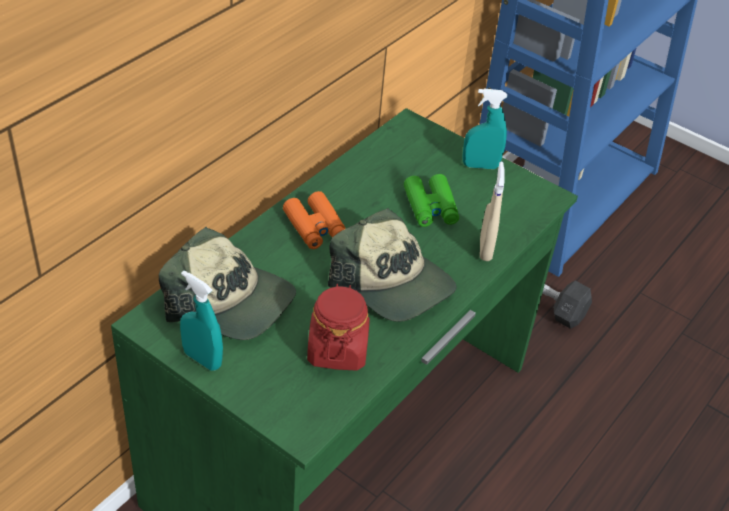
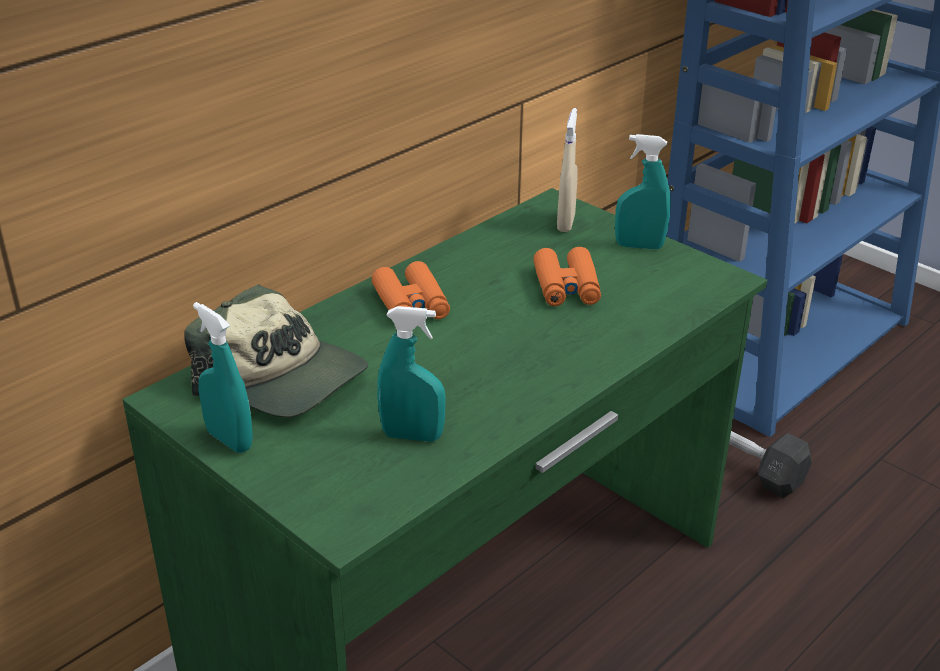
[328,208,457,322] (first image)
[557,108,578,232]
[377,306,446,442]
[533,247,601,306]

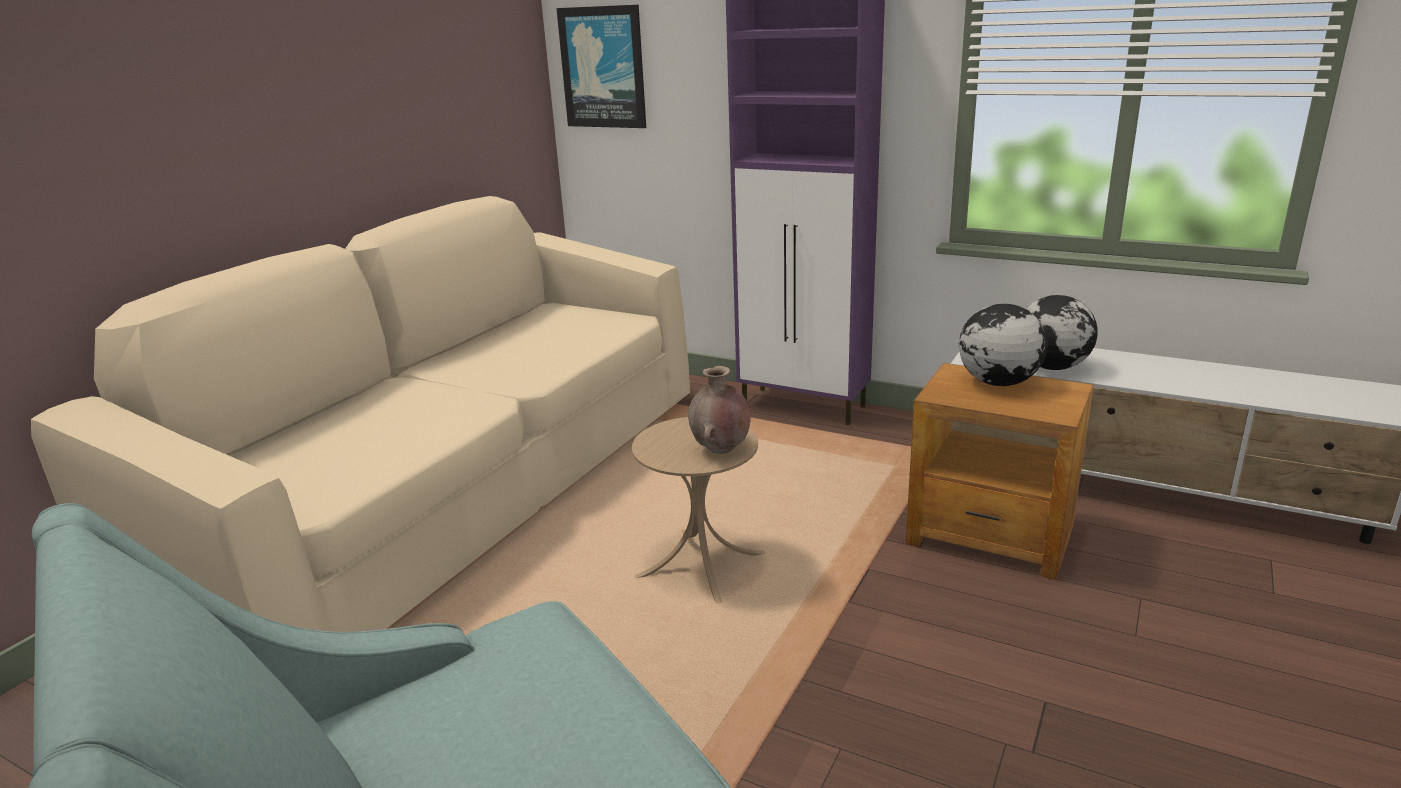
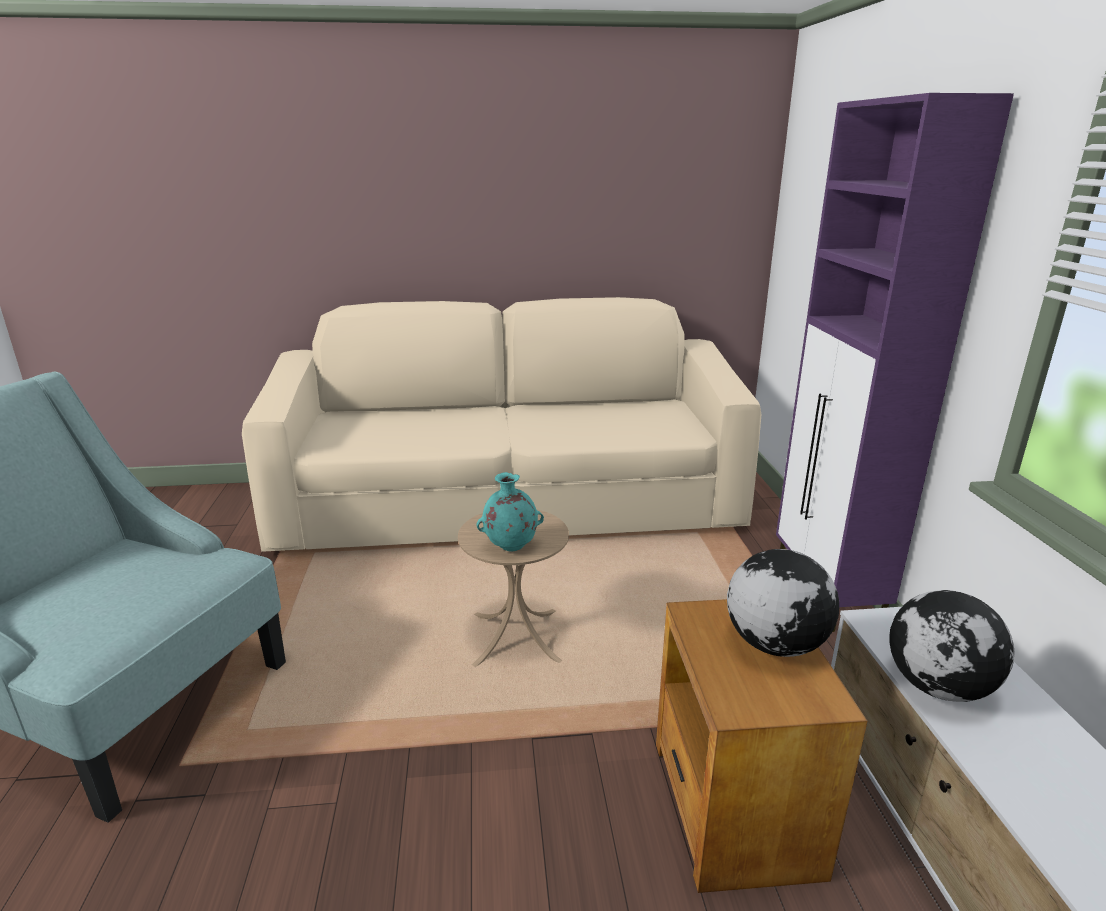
[556,5,646,128] (first image)
[476,472,544,552]

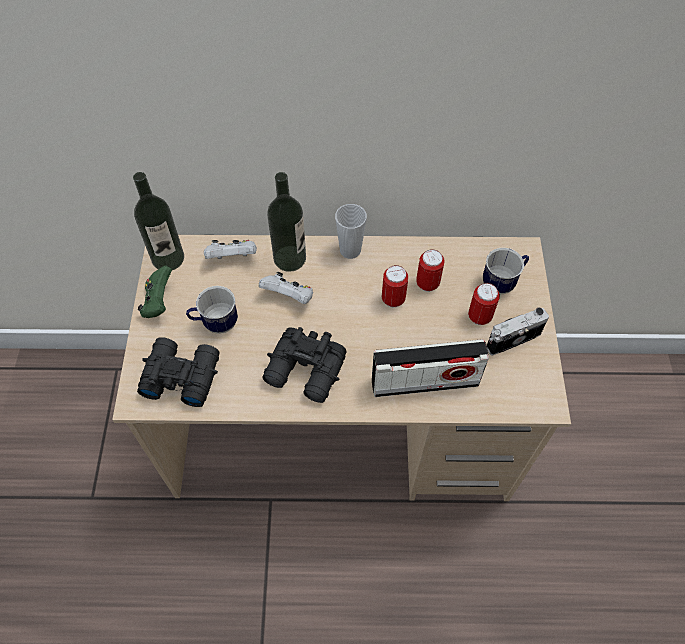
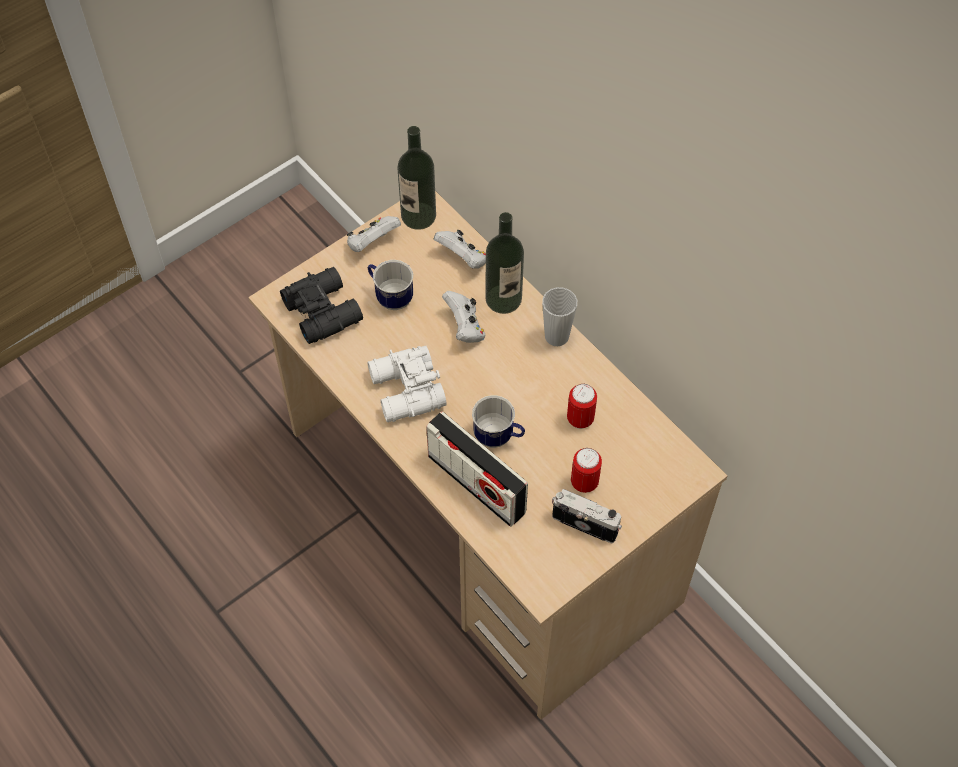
[382,265,408,307] (first image)
[472,395,525,448]
[347,216,401,252]
[368,346,447,422]

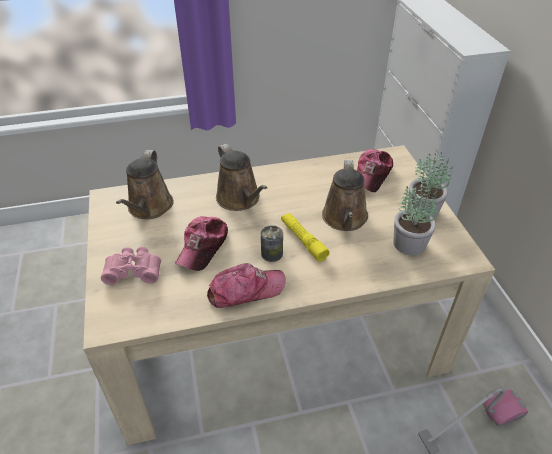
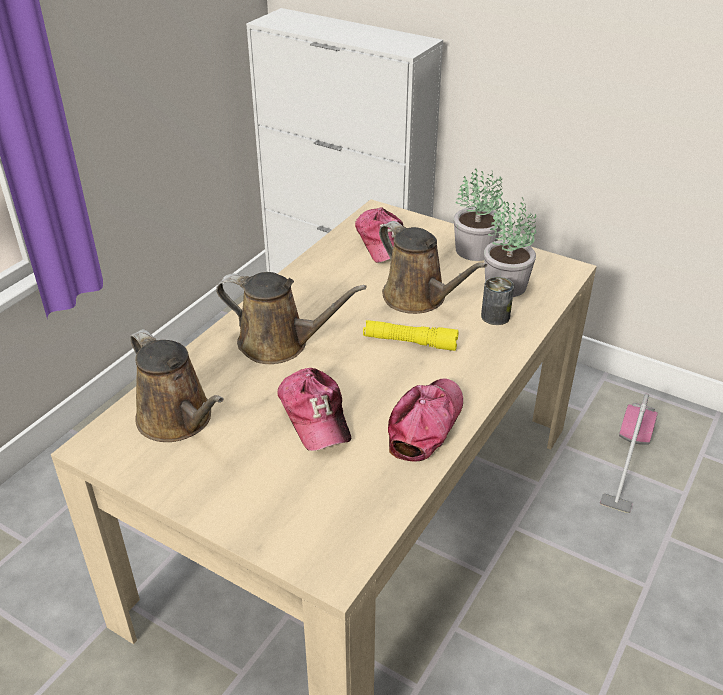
[101,247,161,285] (first image)
[481,277,514,325]

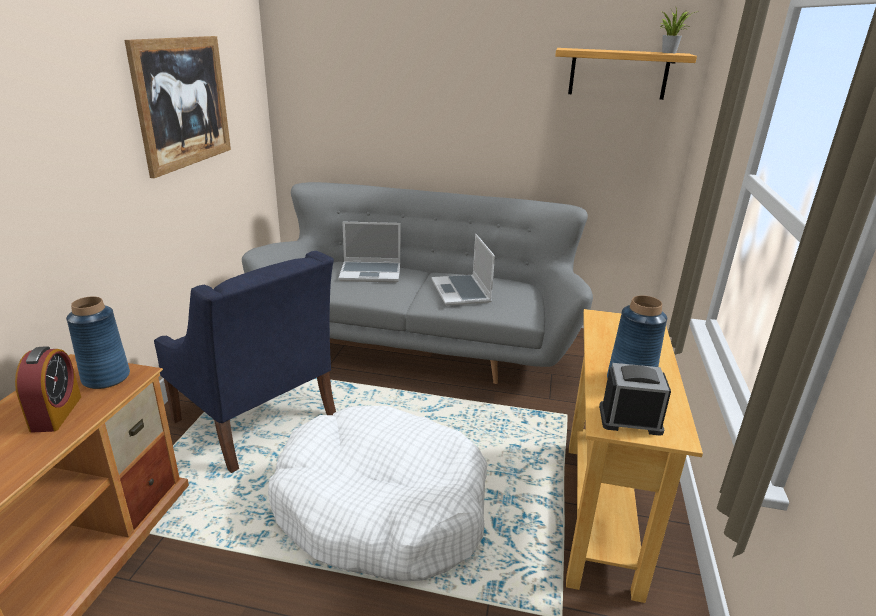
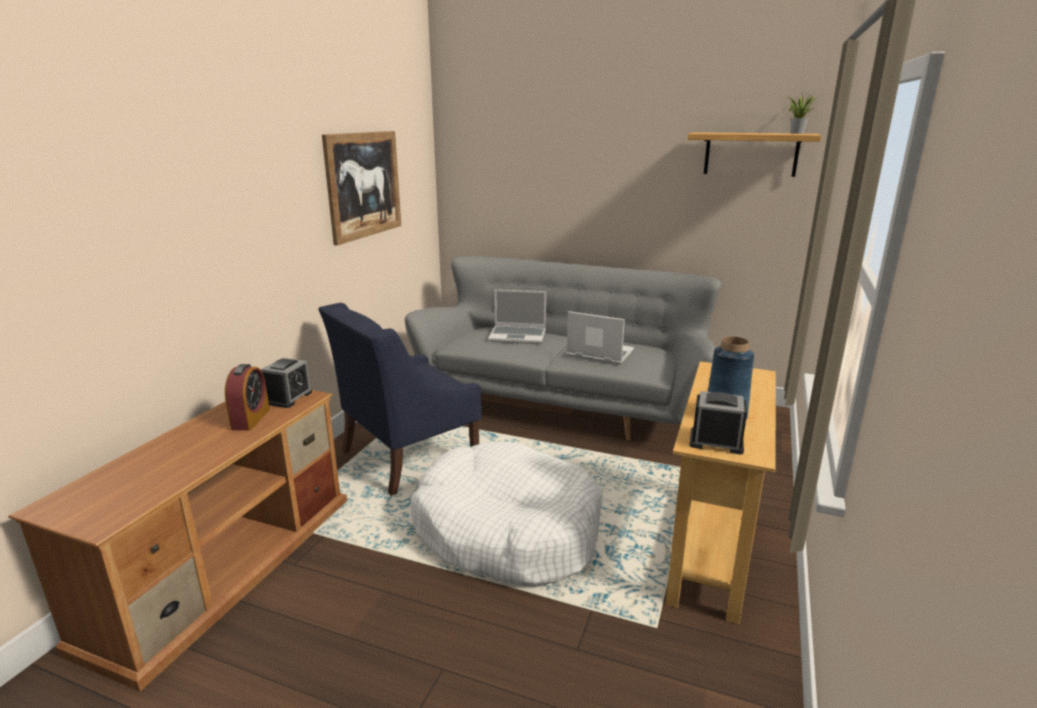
[261,358,312,408]
[318,303,482,496]
[566,311,634,365]

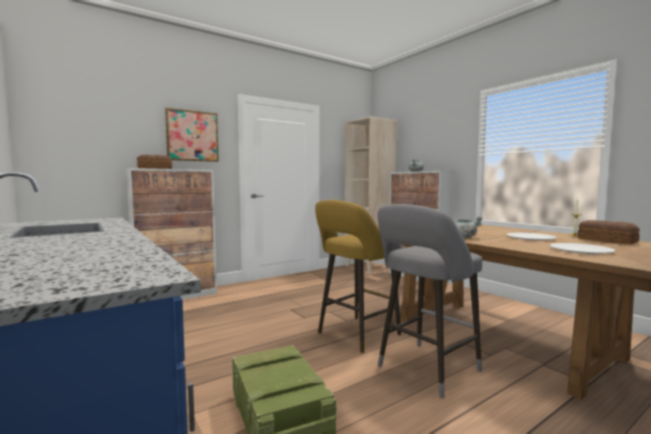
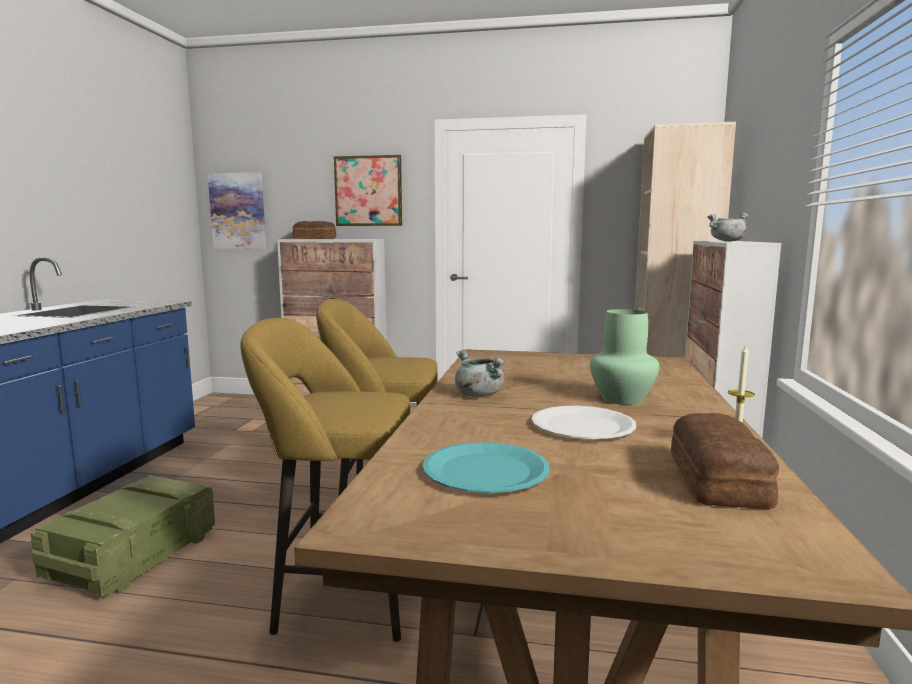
[208,172,266,249]
[590,309,659,405]
[241,318,410,642]
[423,442,549,493]

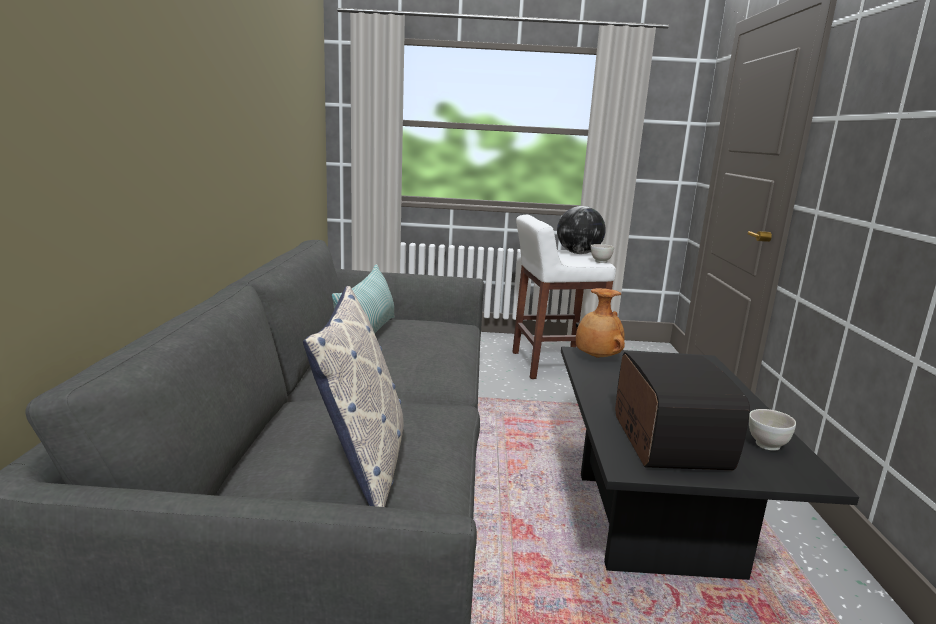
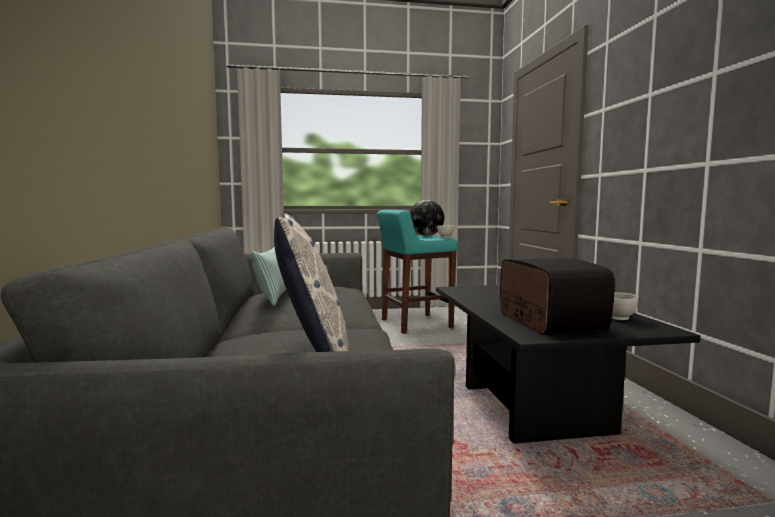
[576,288,625,358] (first image)
[377,210,458,334]

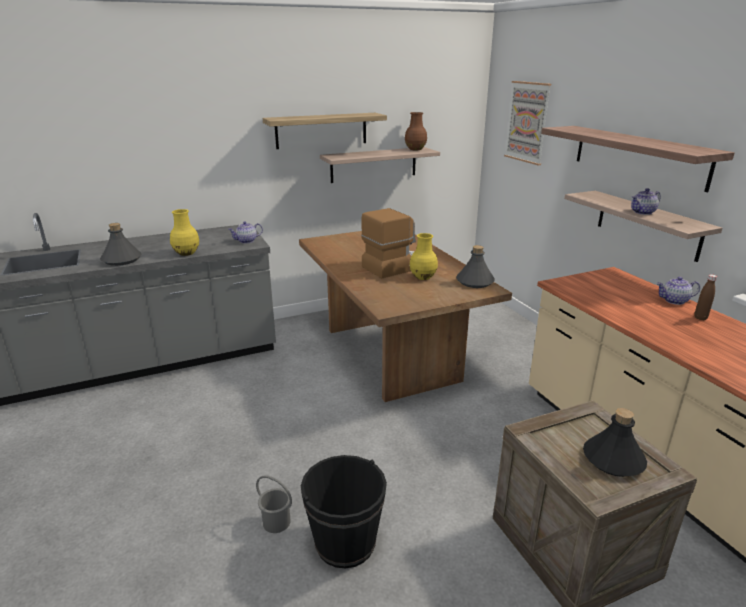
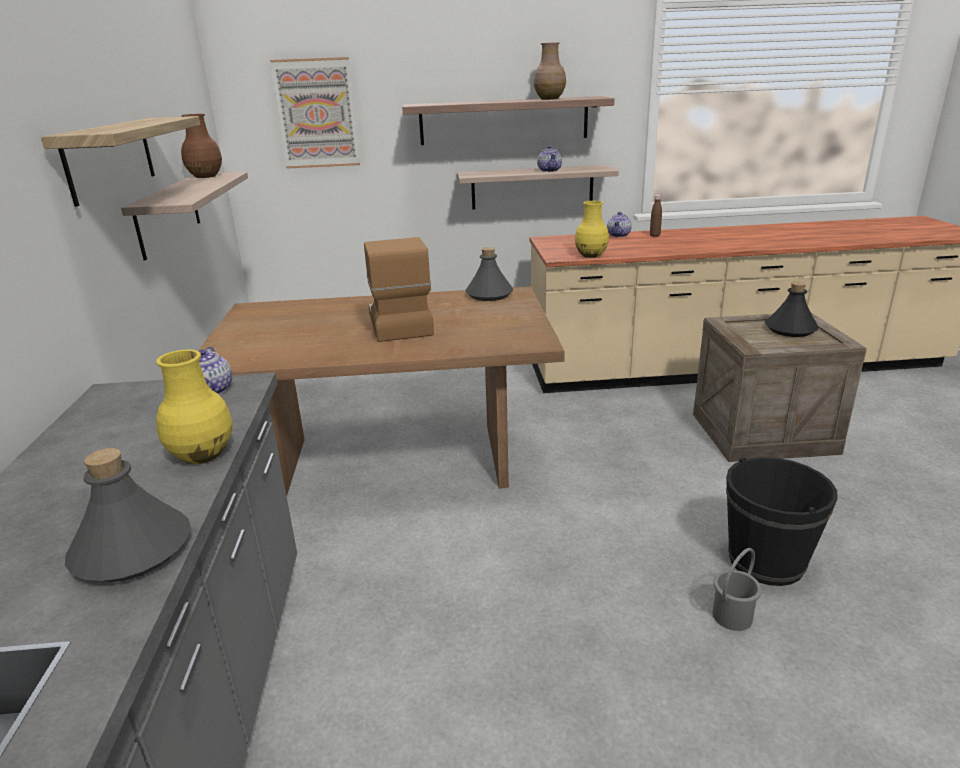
[534,42,566,100]
[575,201,609,258]

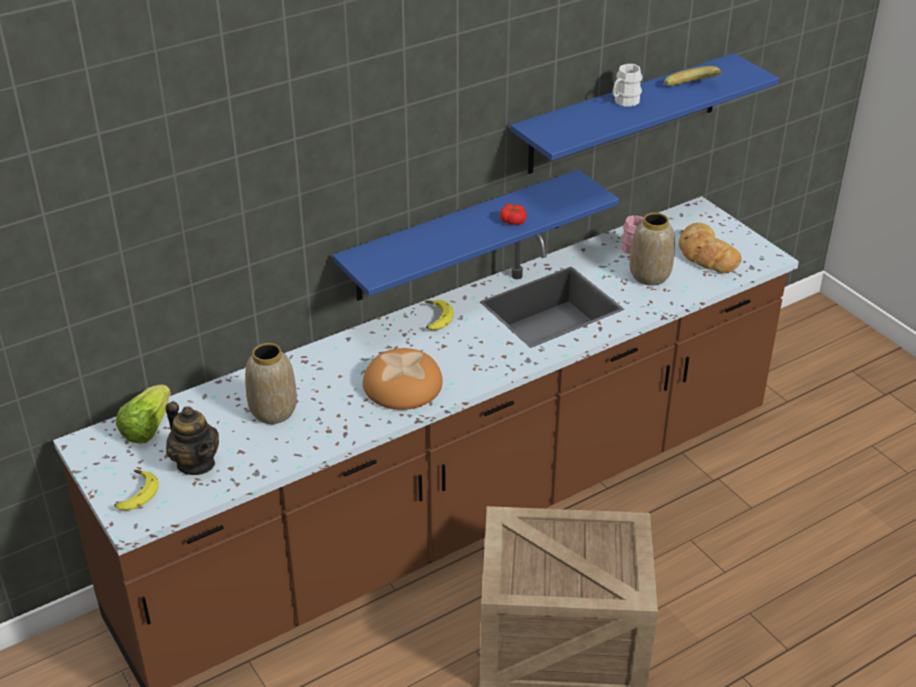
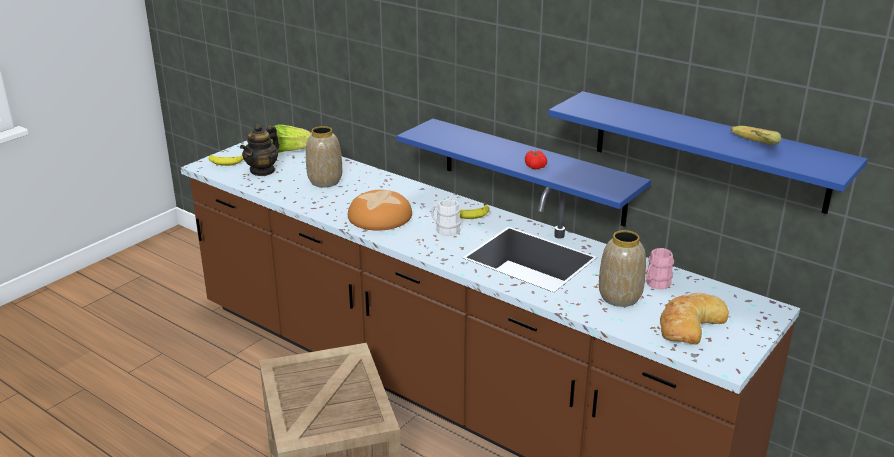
[431,199,461,236]

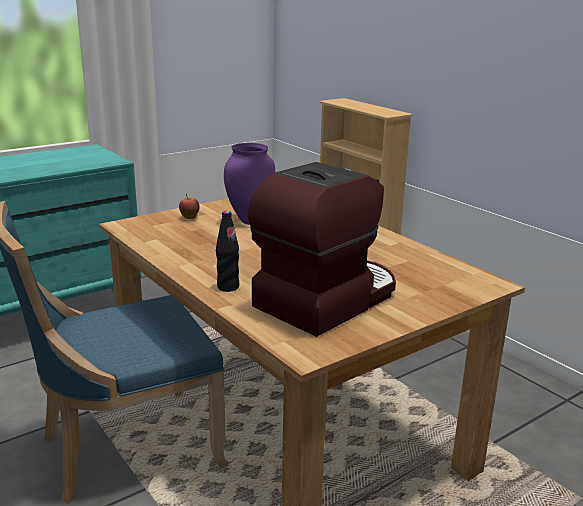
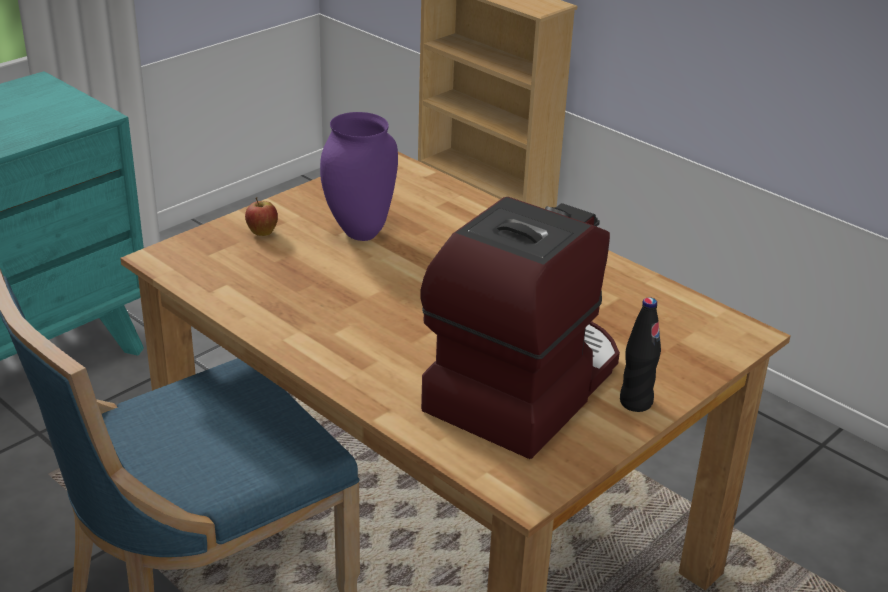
[620,297,661,412]

